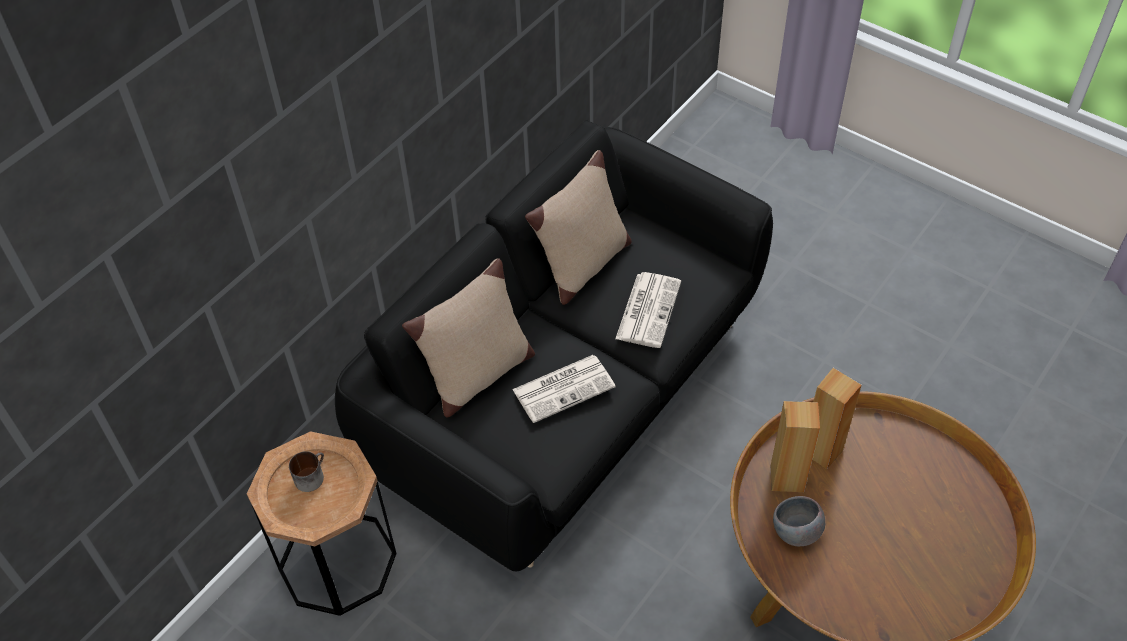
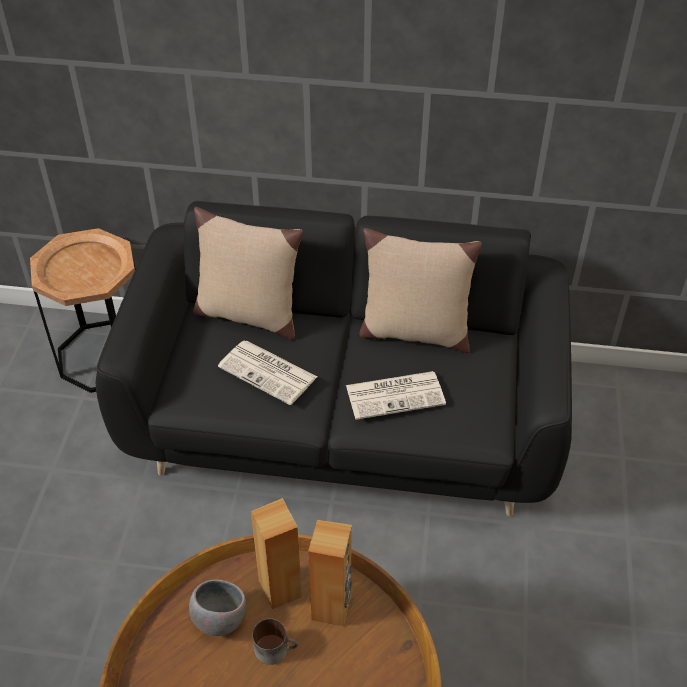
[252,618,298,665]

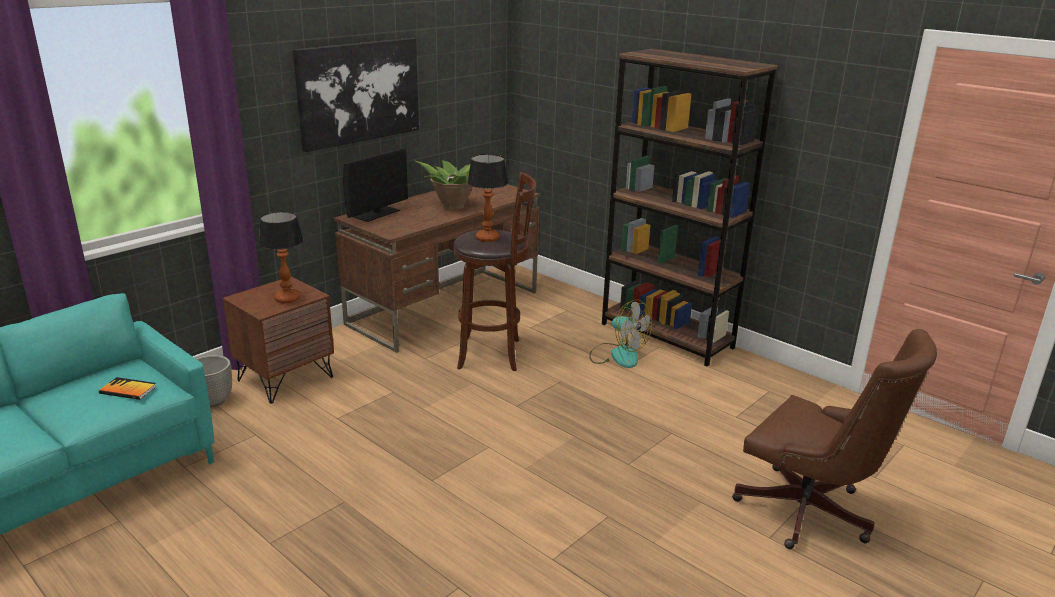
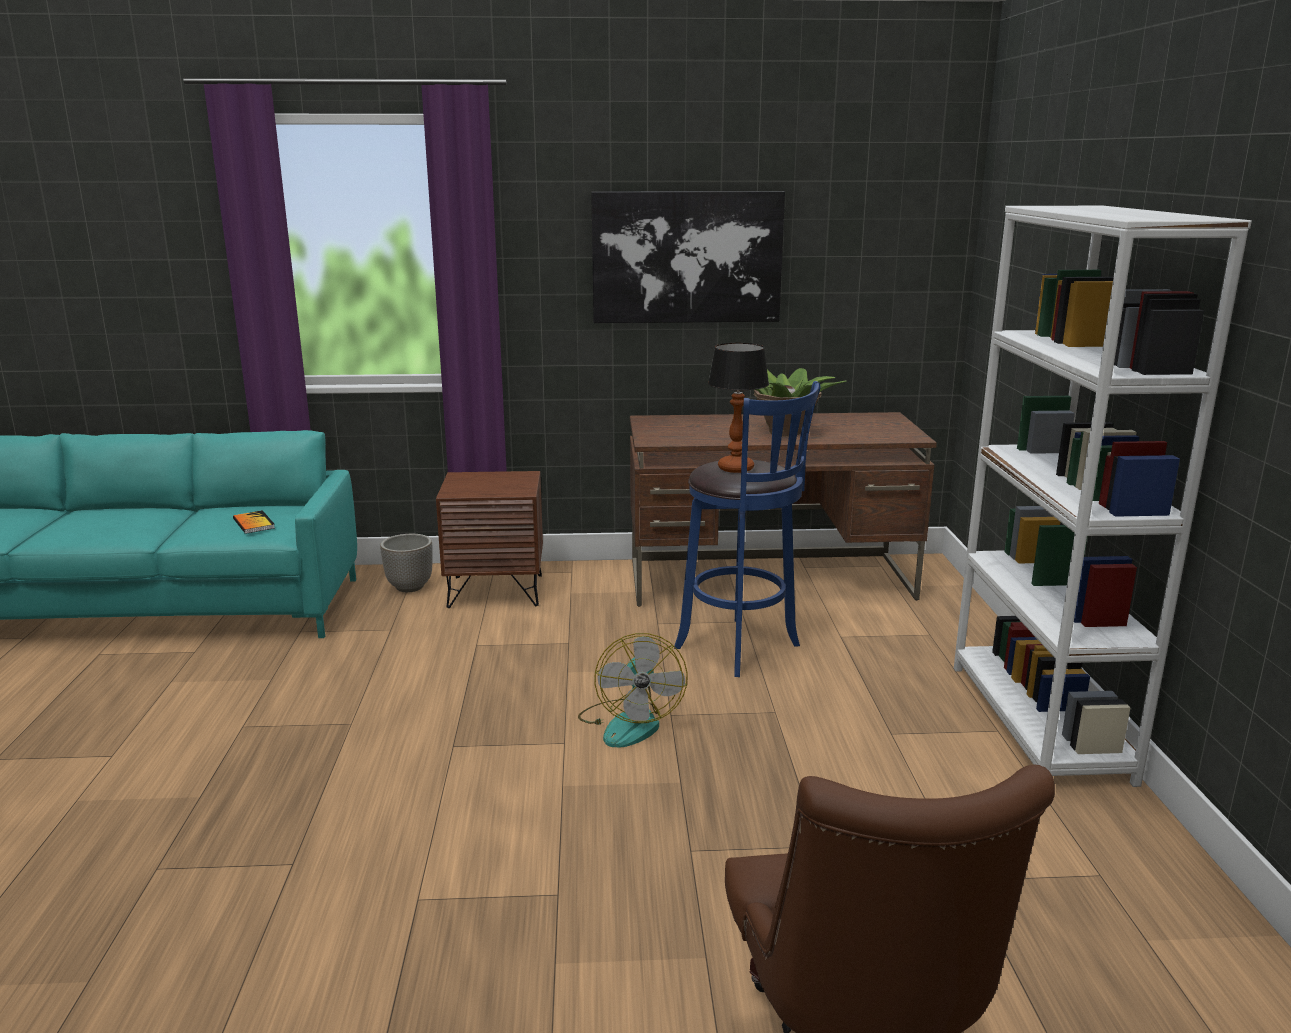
[259,212,304,303] (first image)
[343,148,408,222] (first image)
[578,633,688,748]
[674,381,820,677]
[954,206,1252,787]

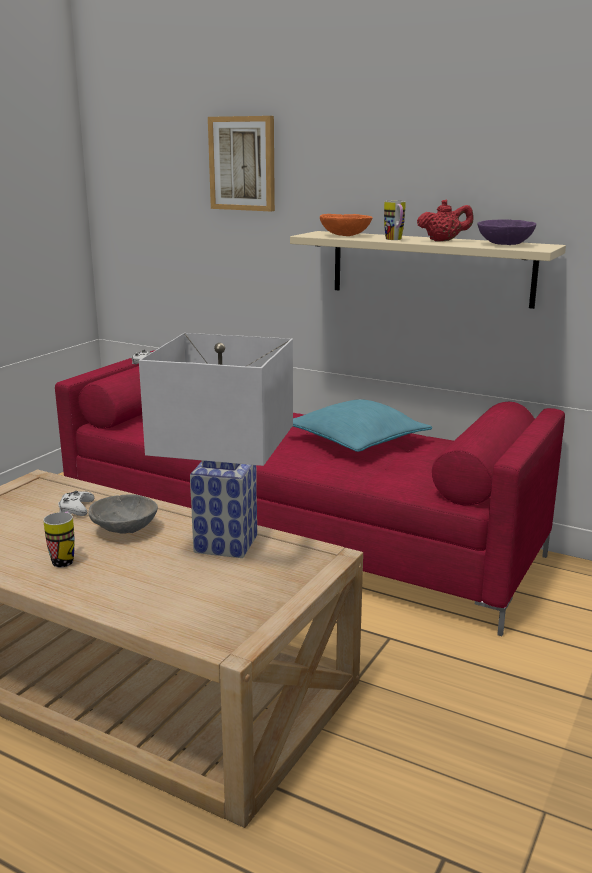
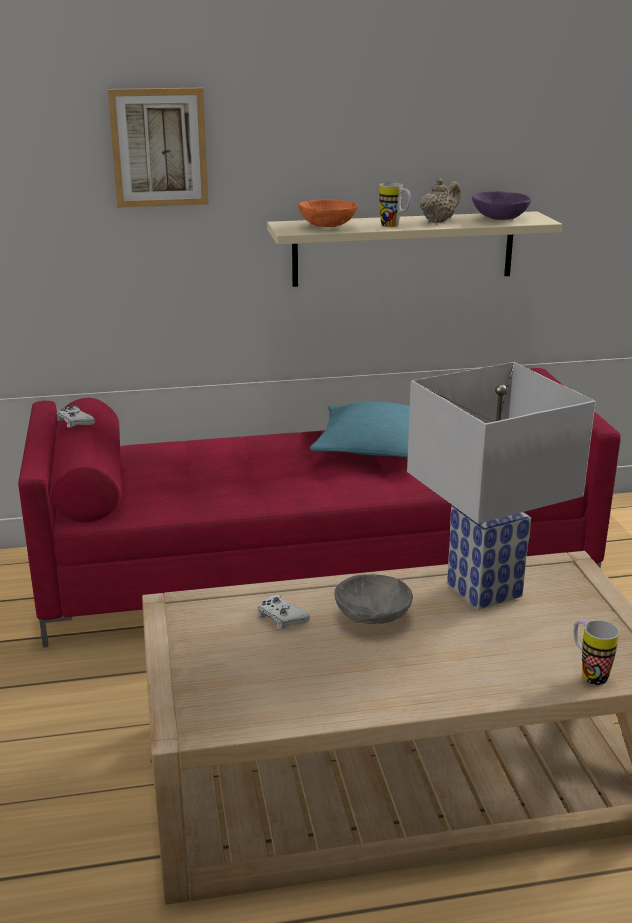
[574,620,619,685]
[420,178,461,223]

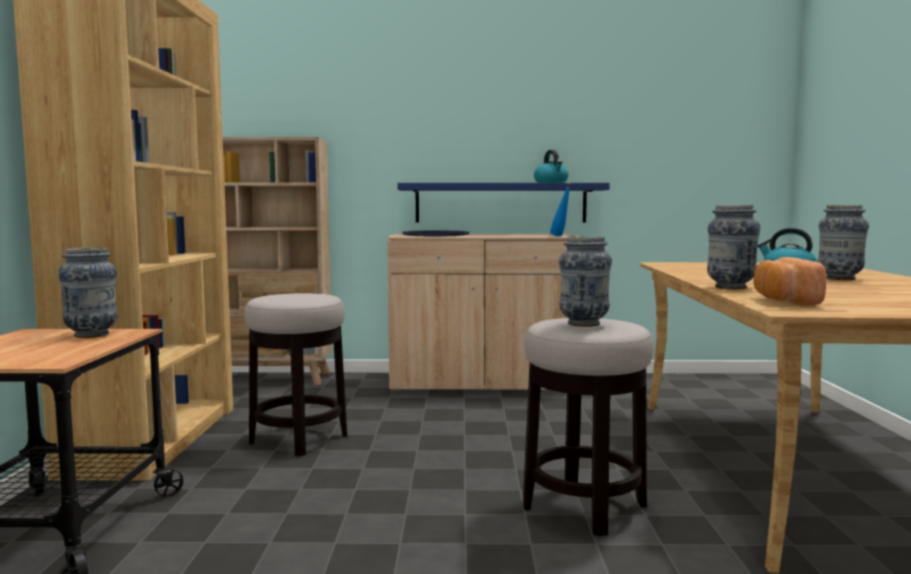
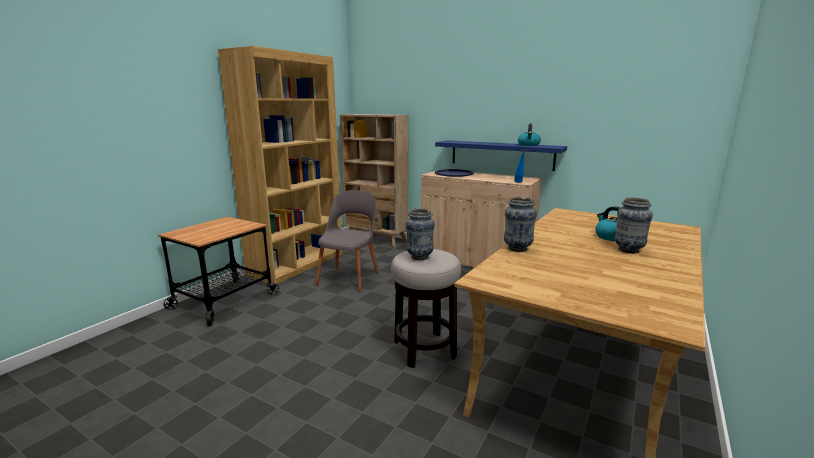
[58,247,118,338] (first image)
[753,257,827,306] (first image)
[315,190,378,291]

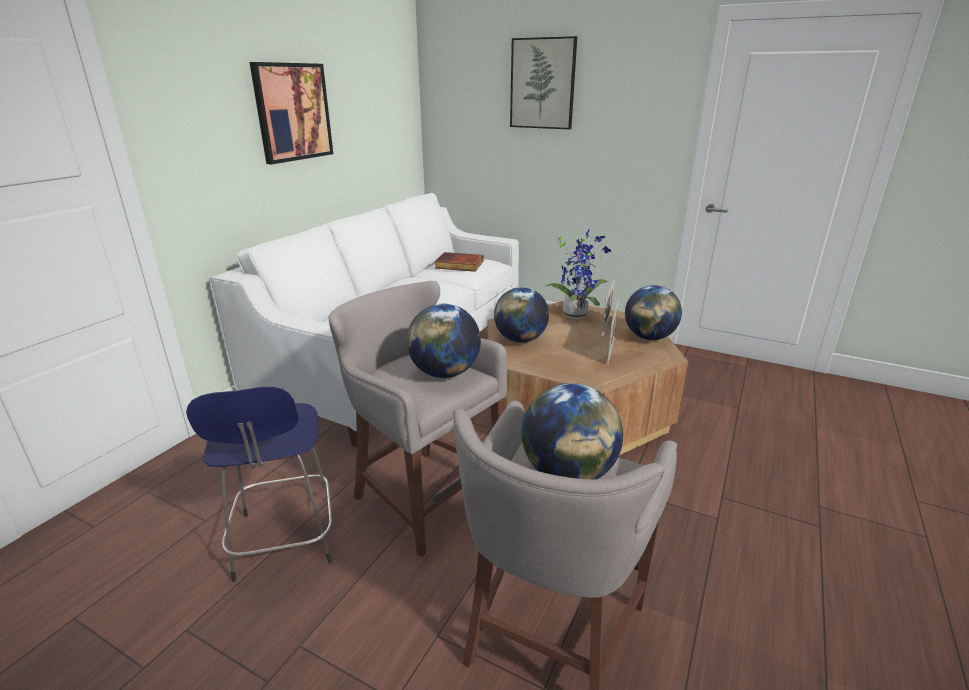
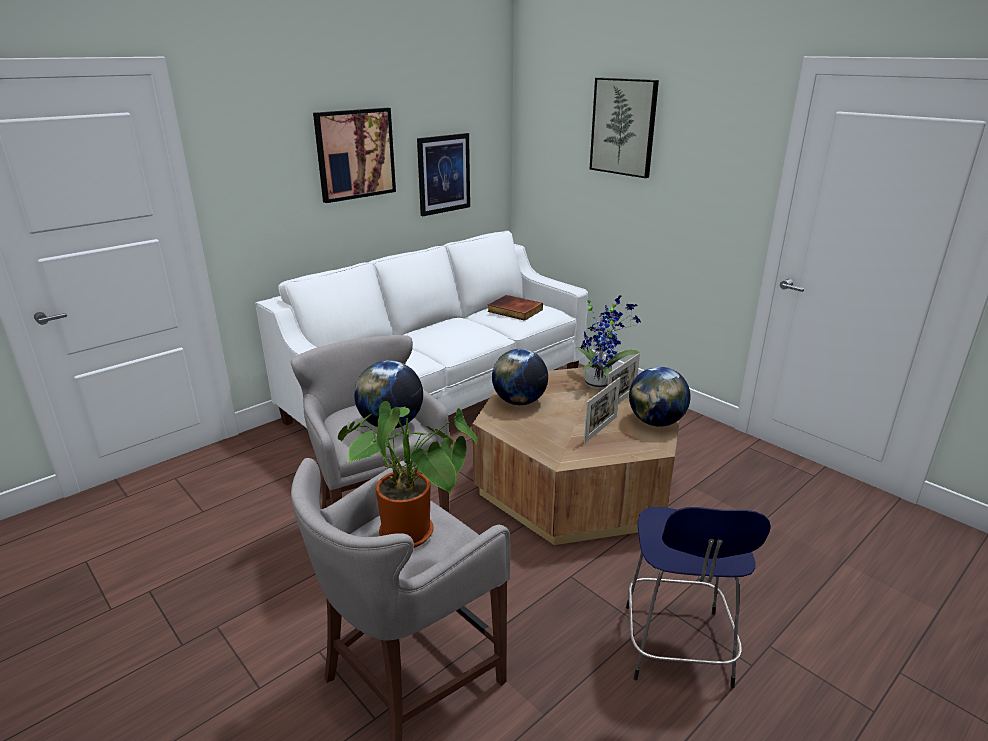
[417,133,470,216]
[626,507,771,688]
[338,401,478,548]

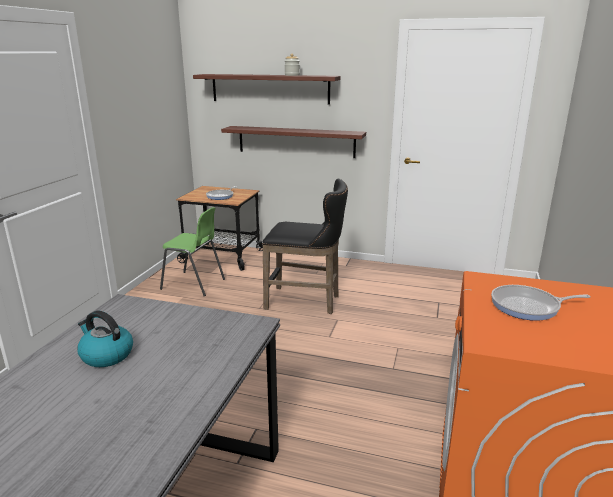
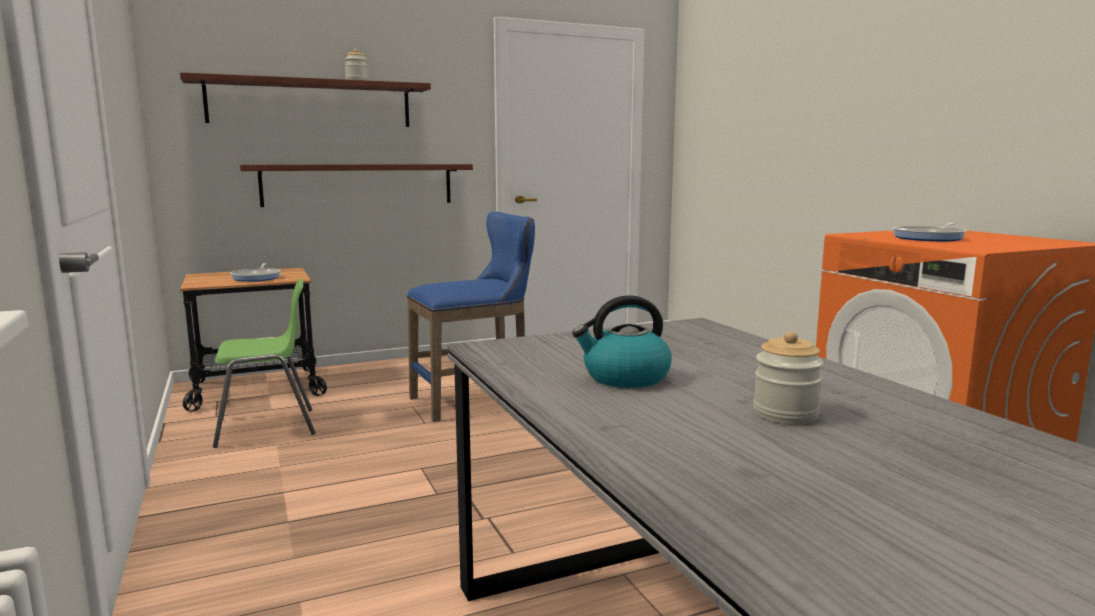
[753,331,824,425]
[407,212,535,422]

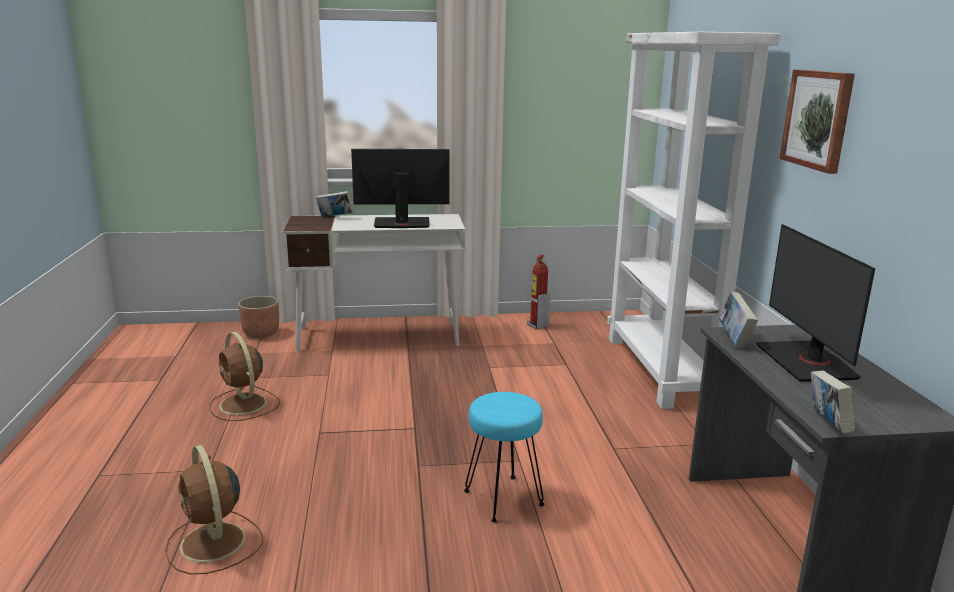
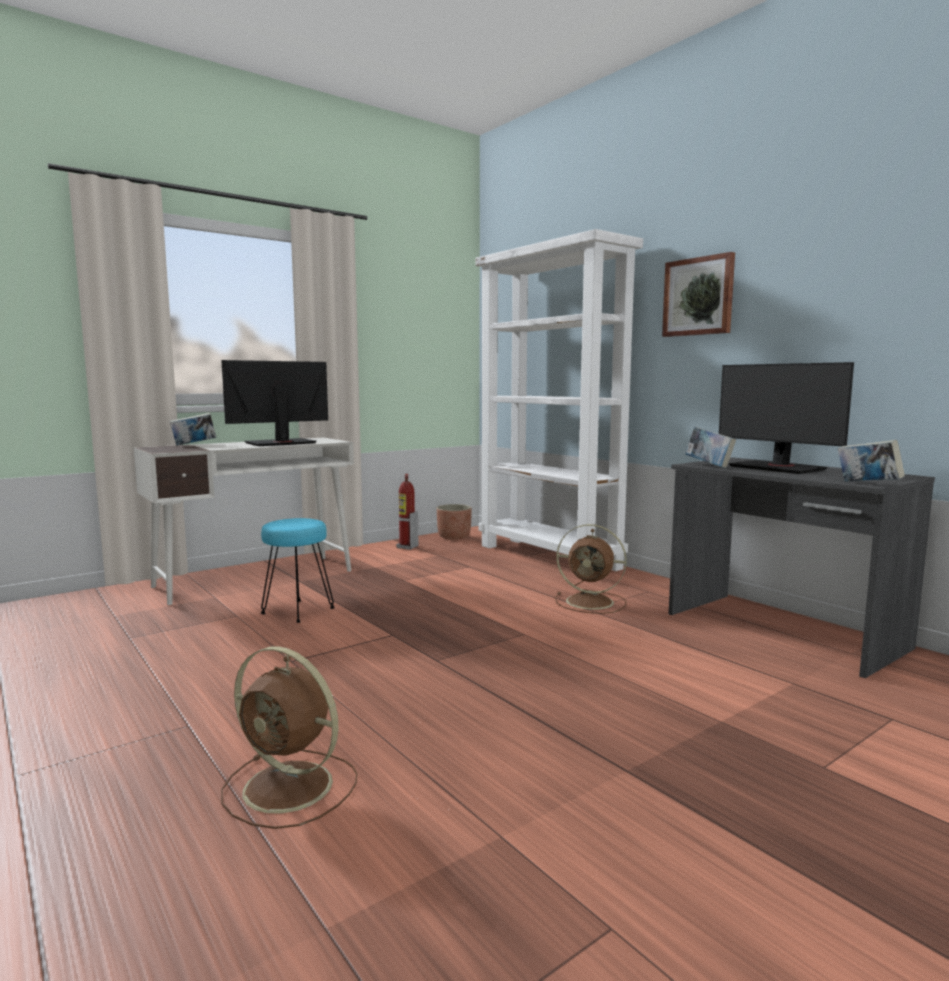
[555,524,627,614]
[437,504,472,540]
[261,518,335,623]

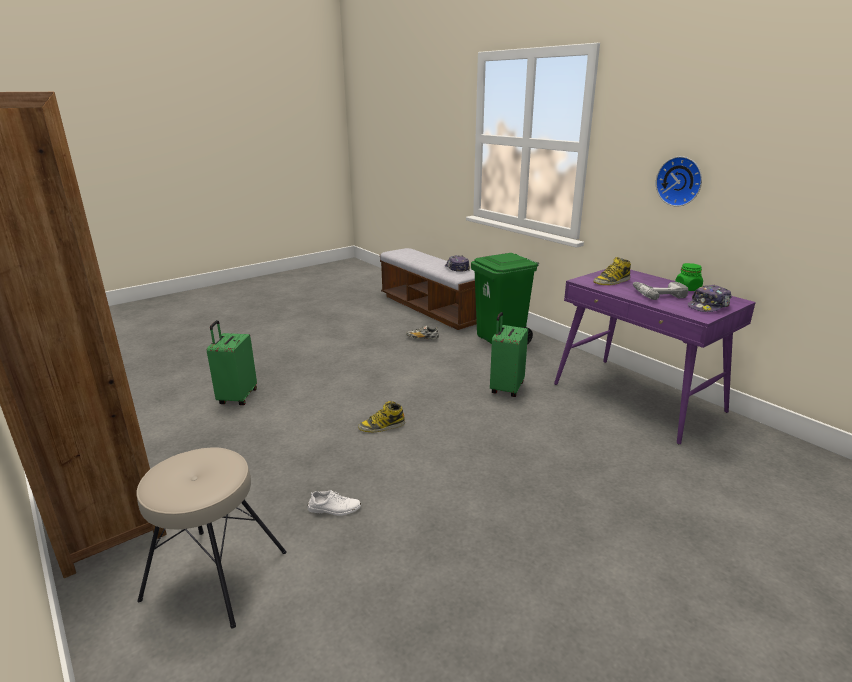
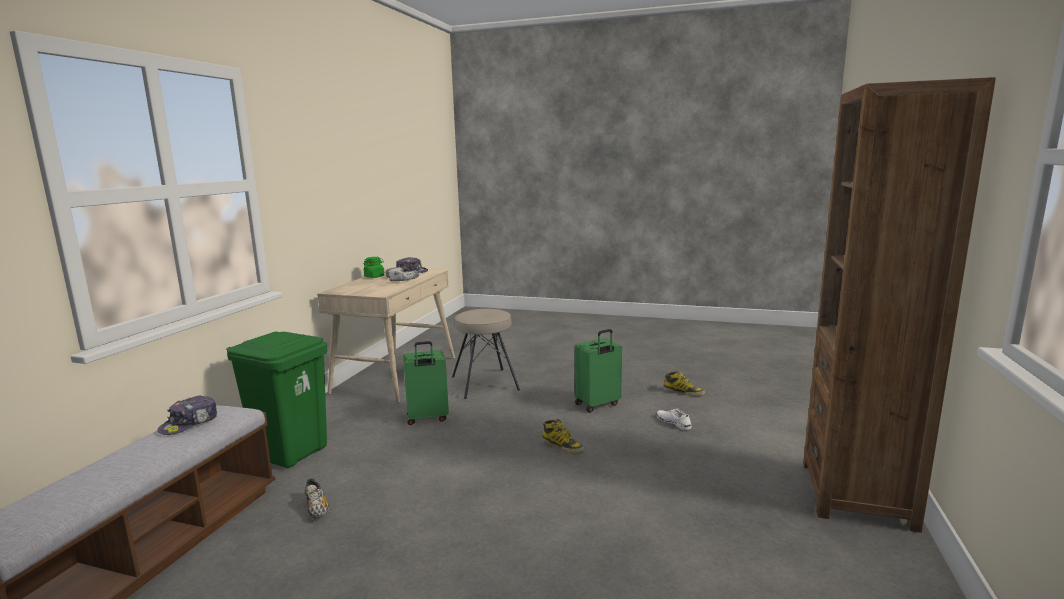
[656,156,702,207] (first image)
[452,309,520,399]
[575,329,622,412]
[663,371,705,396]
[317,268,455,403]

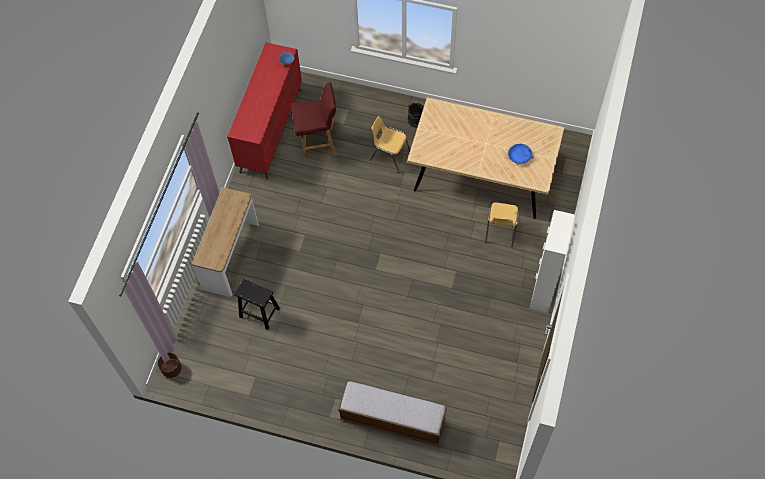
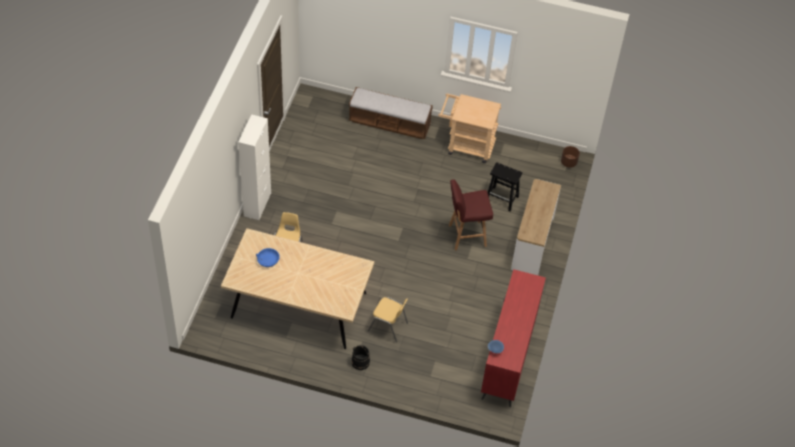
[438,94,501,163]
[449,179,493,250]

